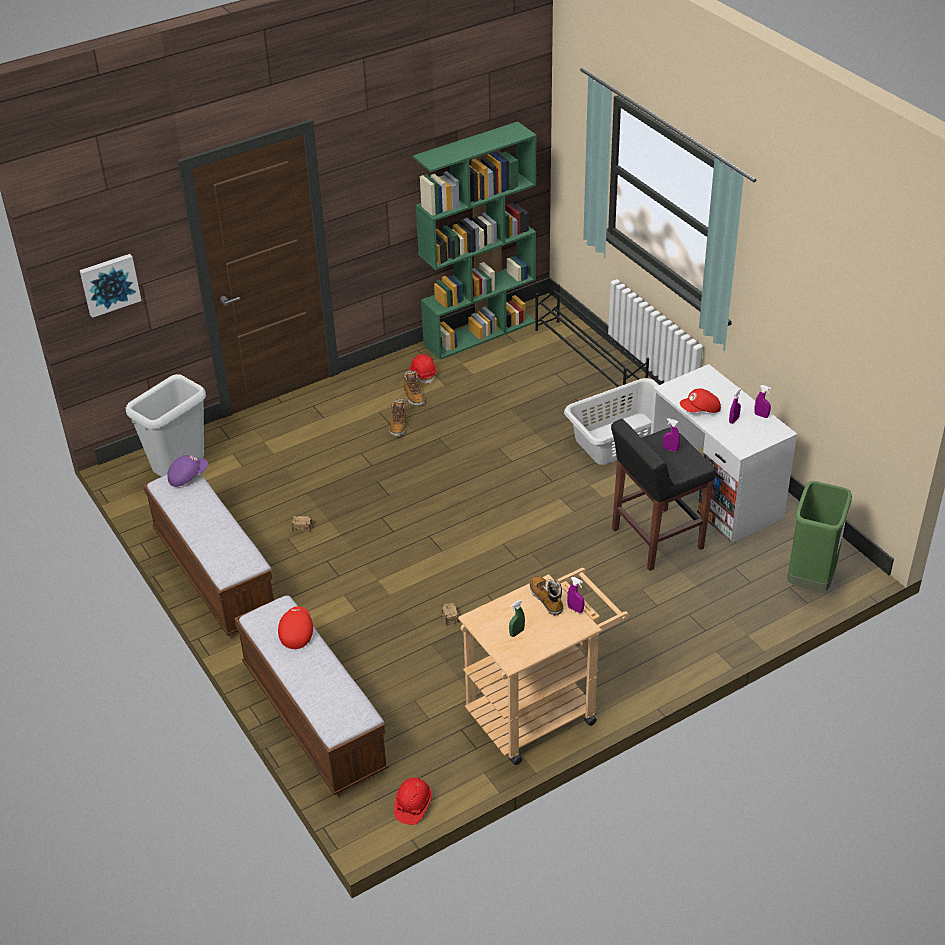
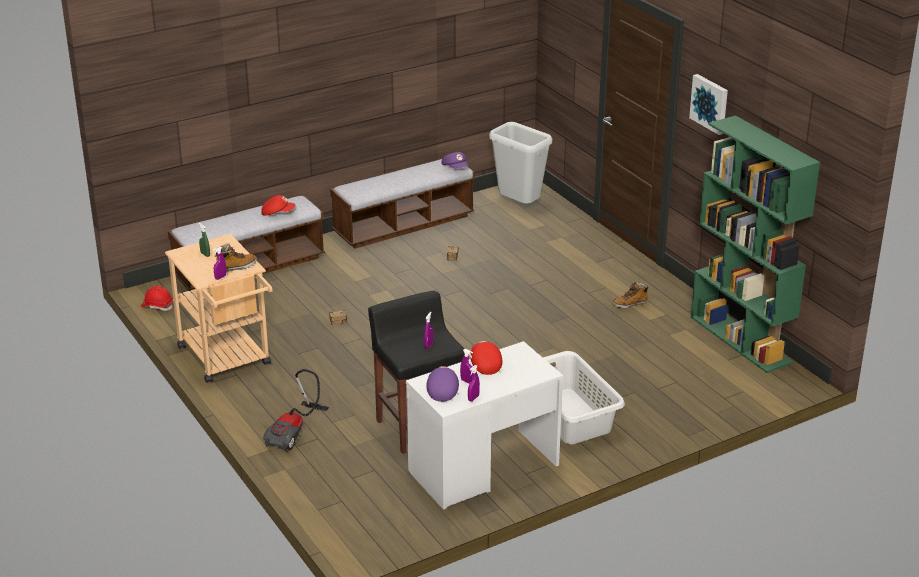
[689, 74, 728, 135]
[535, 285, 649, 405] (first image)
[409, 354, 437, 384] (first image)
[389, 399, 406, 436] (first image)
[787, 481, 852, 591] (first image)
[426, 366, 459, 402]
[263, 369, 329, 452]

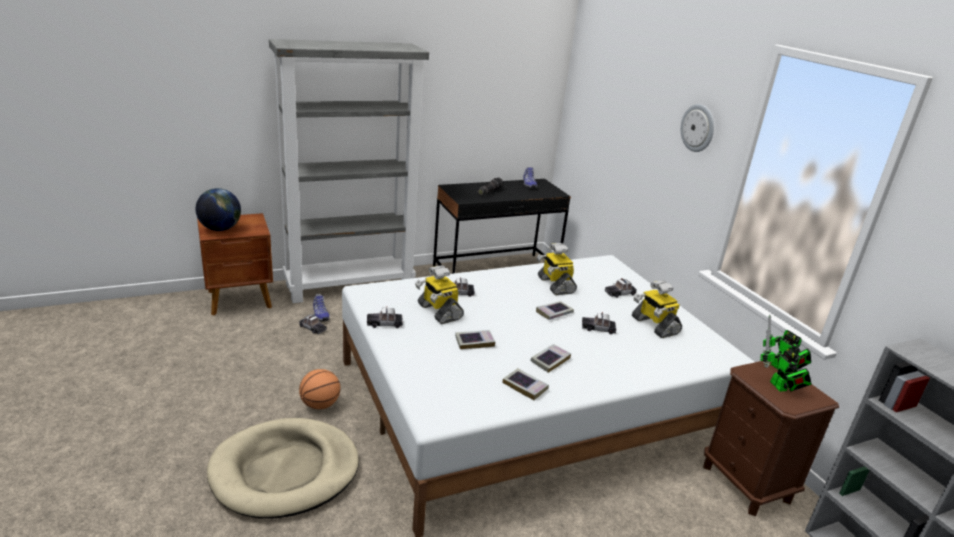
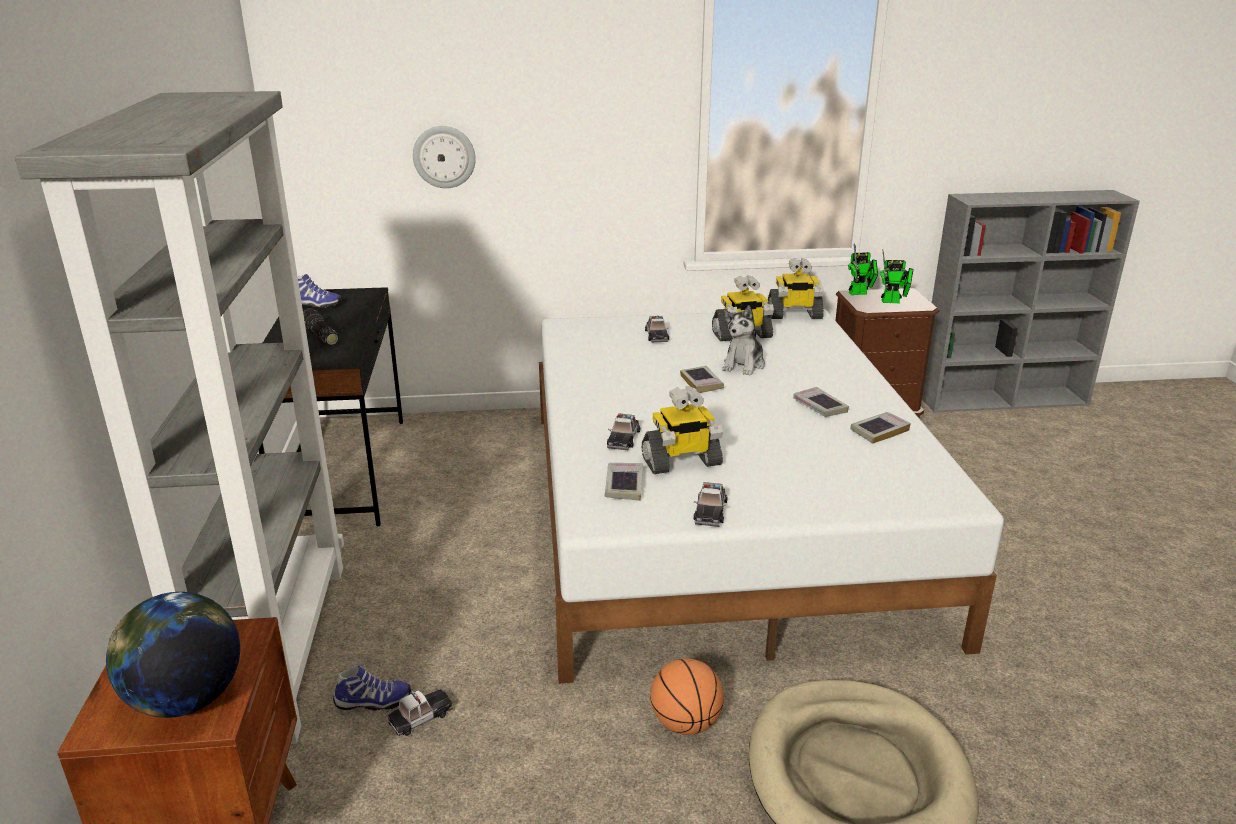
[413, 126, 476, 188]
[768, 258, 824, 319]
[722, 305, 765, 376]
[605, 463, 643, 501]

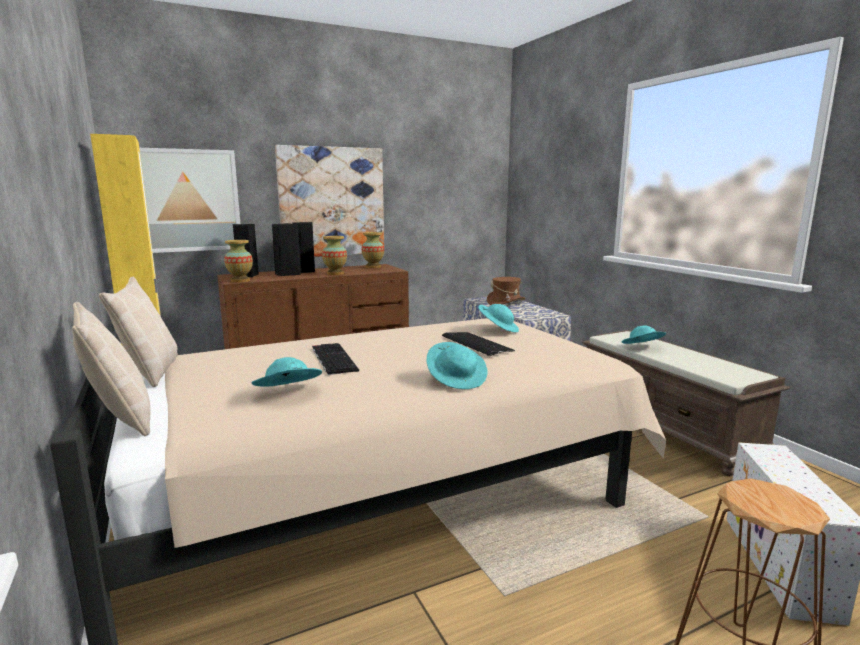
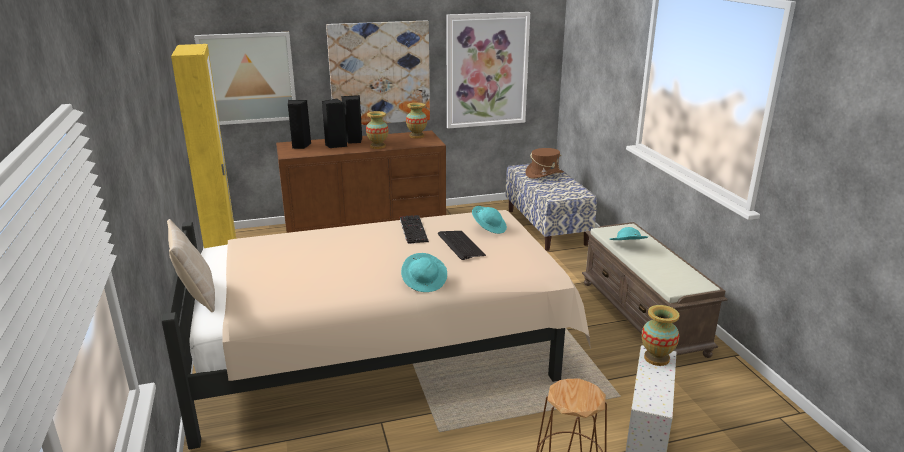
[642, 305, 680, 366]
[99, 277, 178, 387] (first image)
[400, 215, 429, 244]
[251, 357, 322, 387] (first image)
[446, 12, 530, 129]

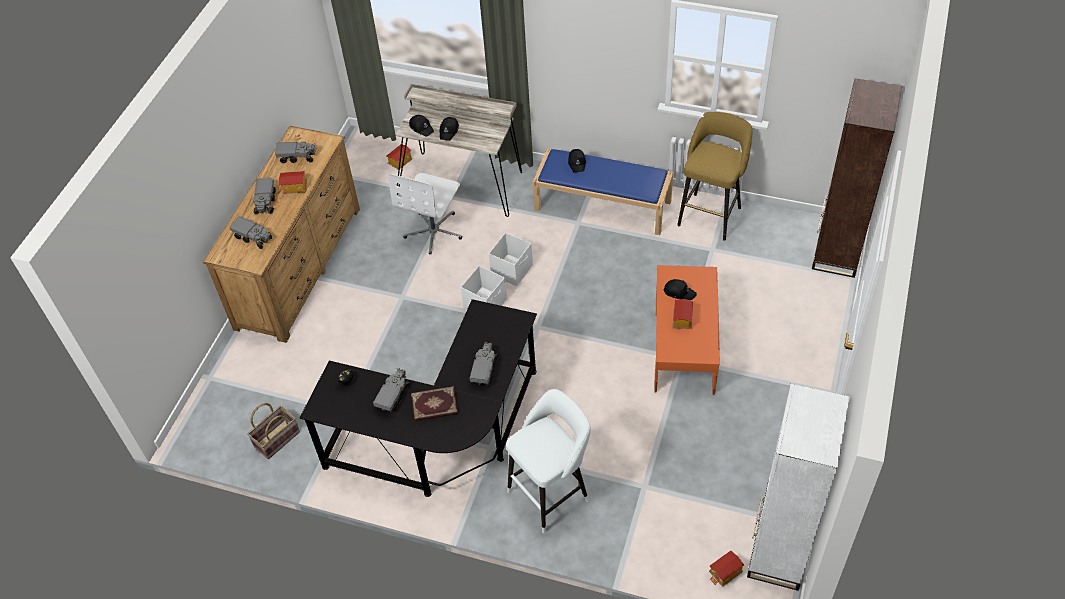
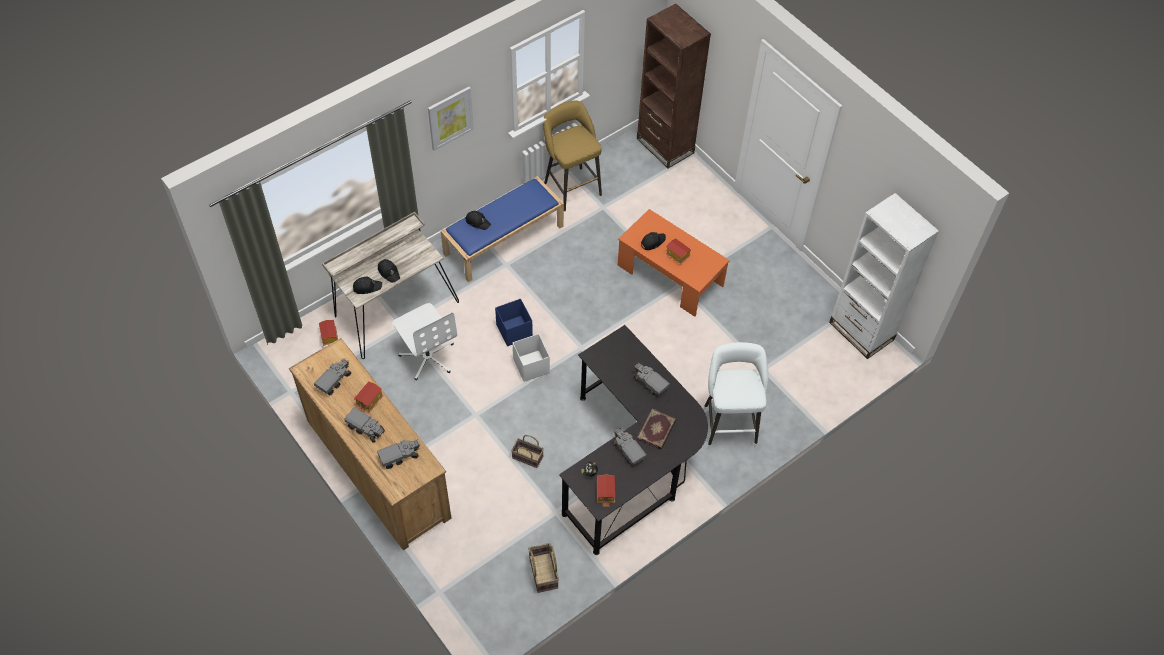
[495, 298, 533, 346]
[597, 474, 615, 507]
[428, 87, 474, 151]
[511, 435, 544, 468]

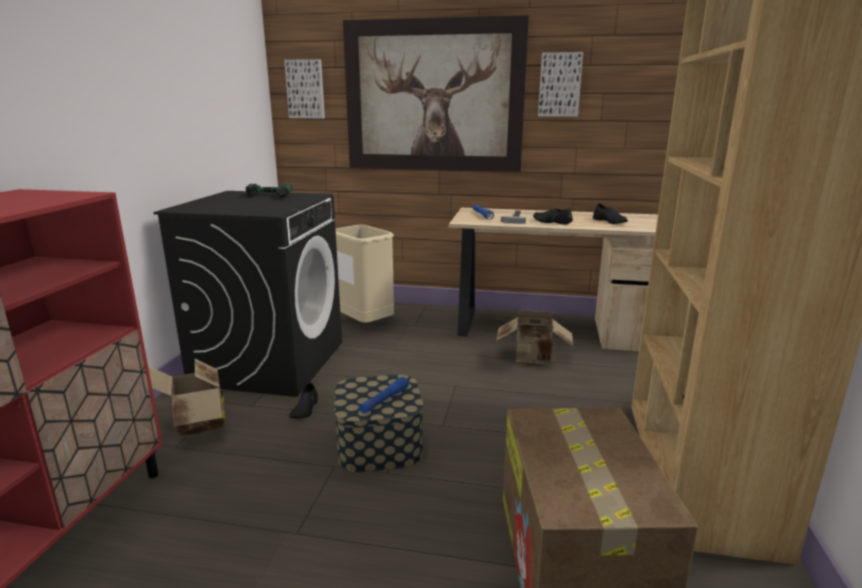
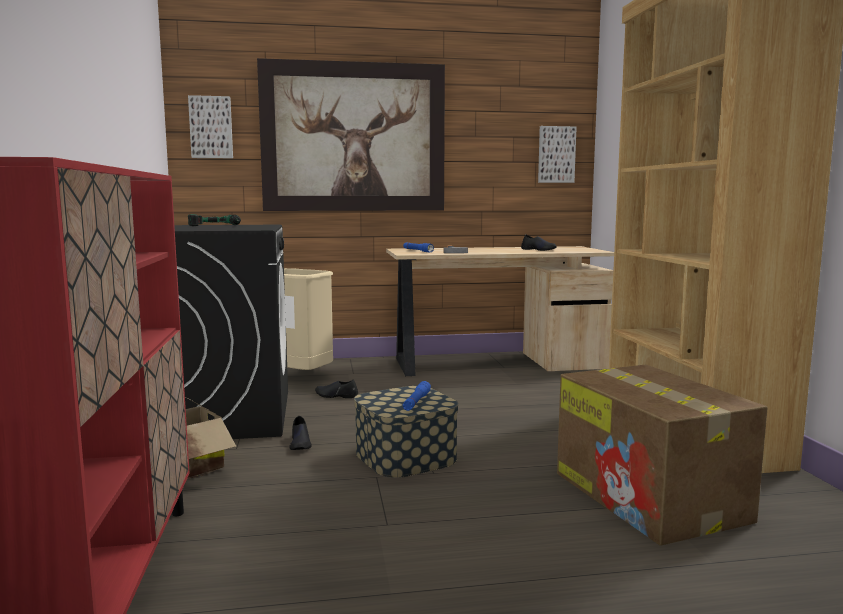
[538, 126, 577, 183]
[315, 379, 358, 398]
[496, 310, 574, 365] (first image)

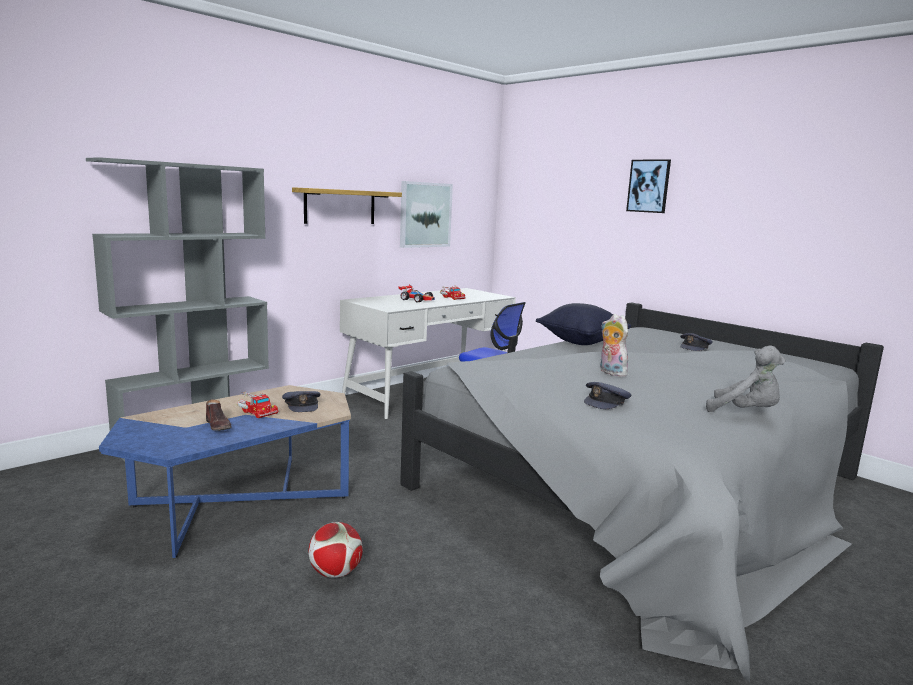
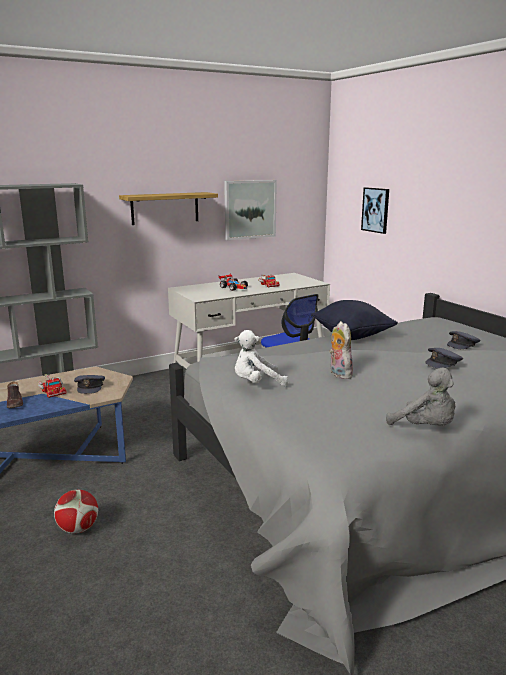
[361, 187, 389, 234]
[425, 348, 463, 368]
[234, 330, 288, 387]

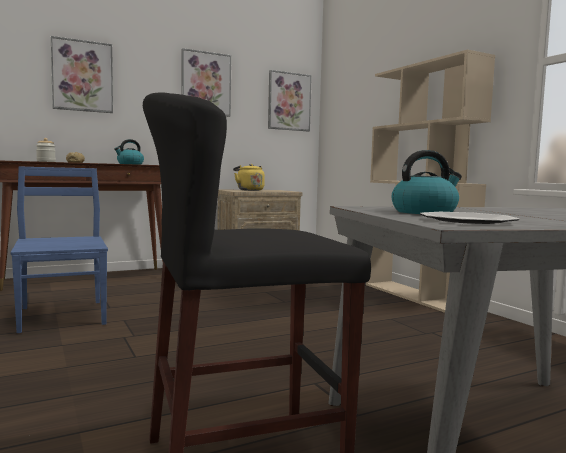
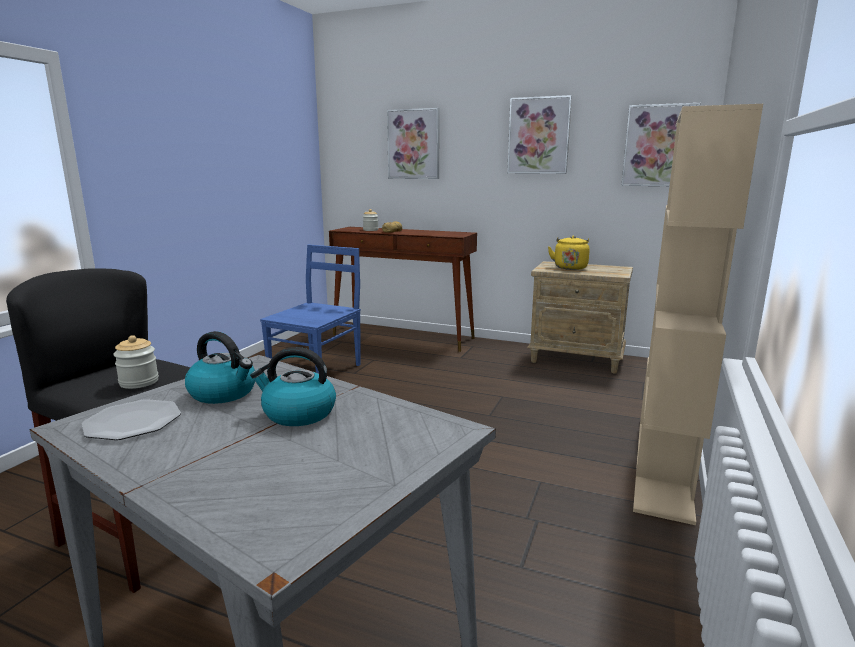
[250, 347, 336, 426]
[113, 335, 159, 389]

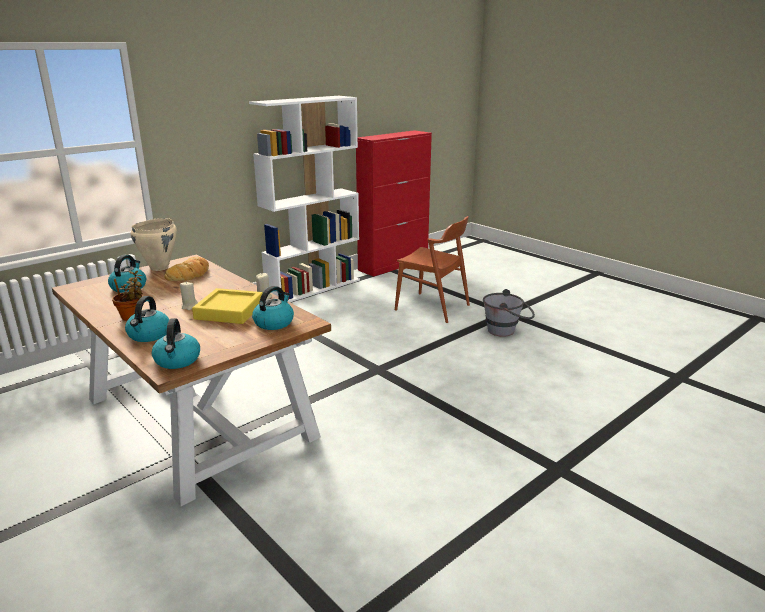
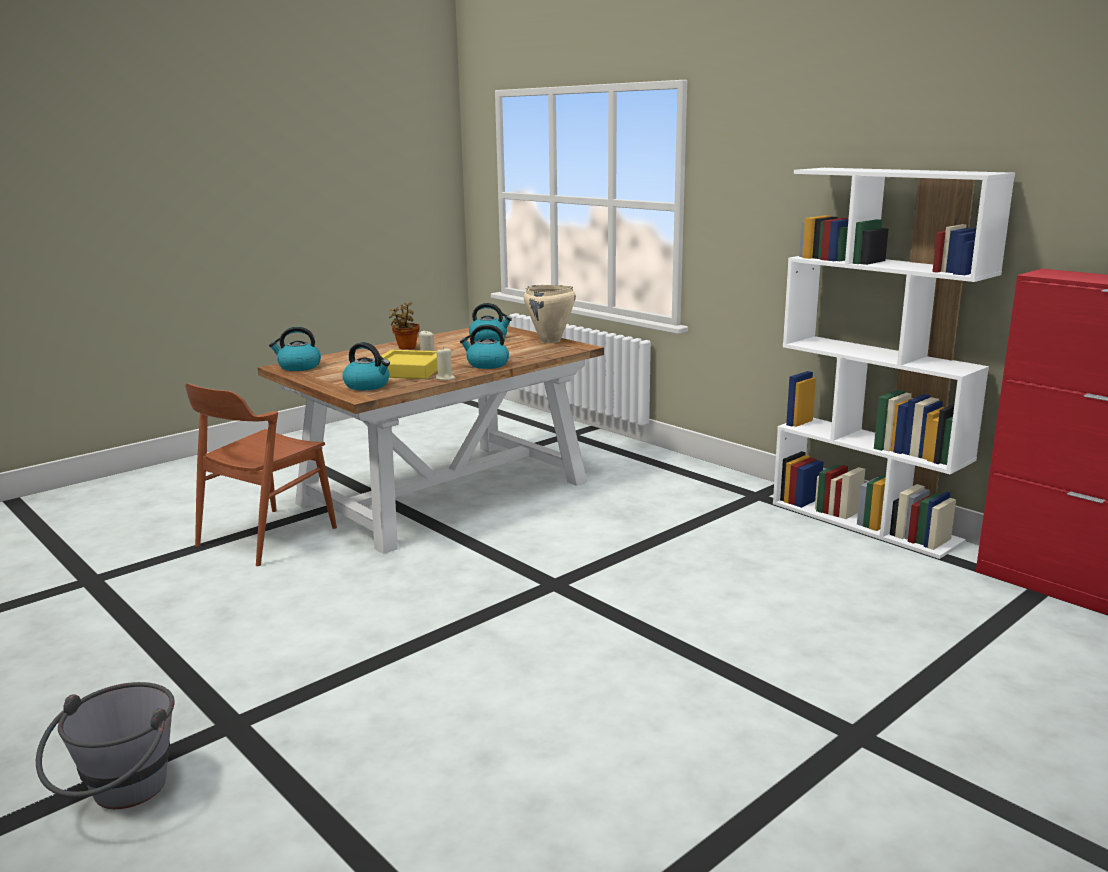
[185, 383, 337, 566]
[165, 256, 209, 281] (first image)
[36, 682, 175, 809]
[460, 324, 509, 369]

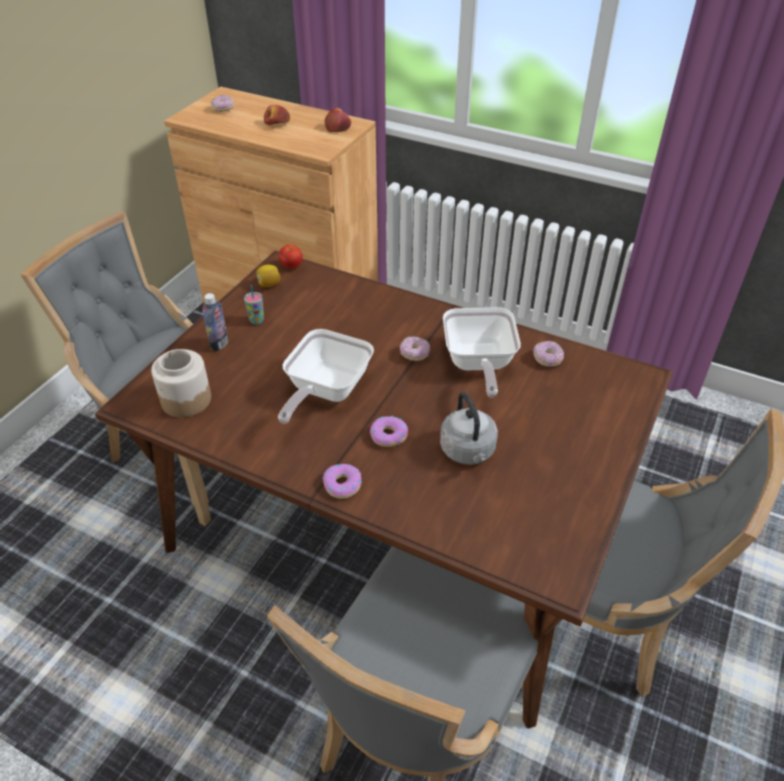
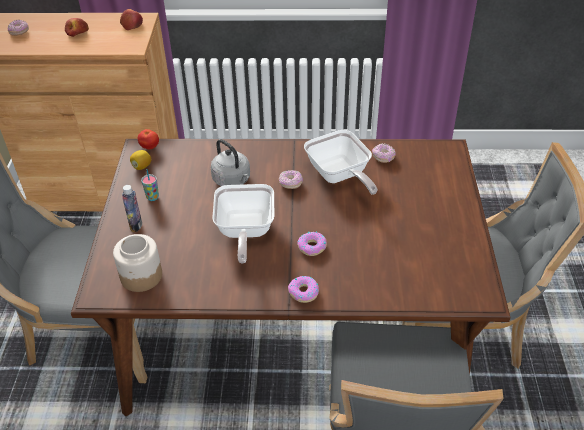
[211, 139, 250, 186]

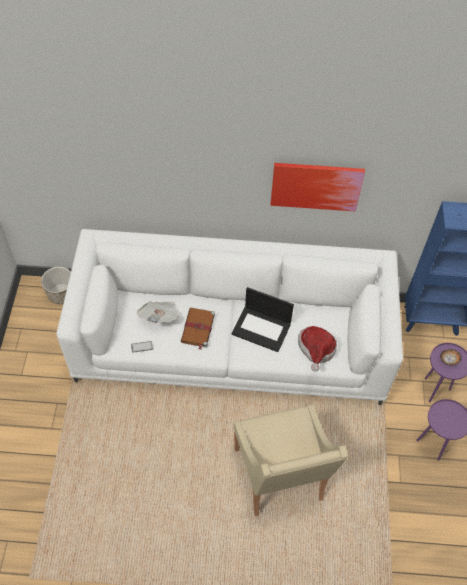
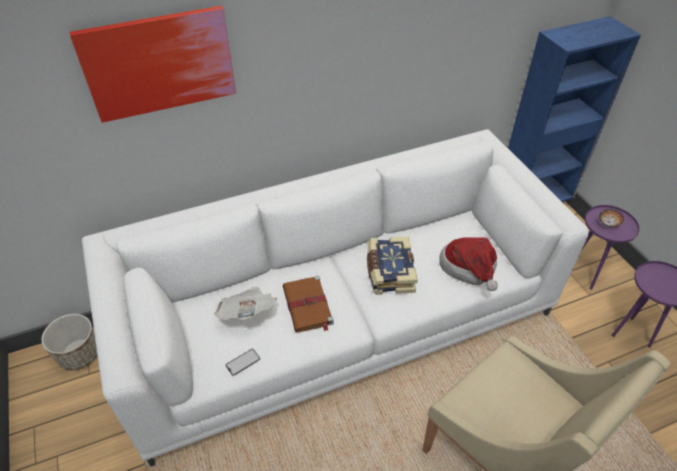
[69, 6, 236, 123]
[367, 237, 418, 295]

